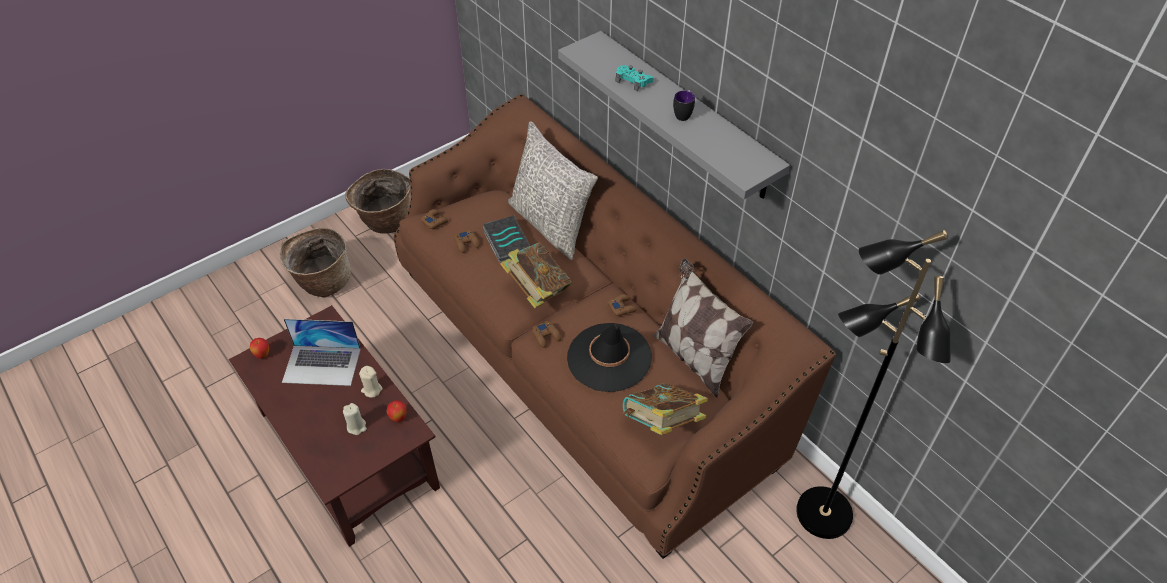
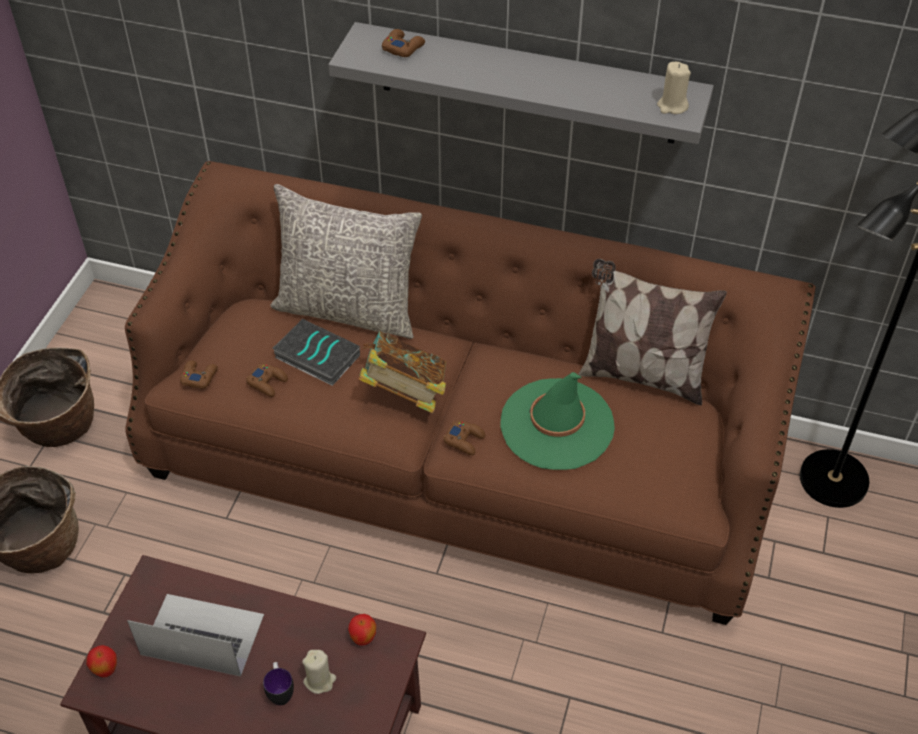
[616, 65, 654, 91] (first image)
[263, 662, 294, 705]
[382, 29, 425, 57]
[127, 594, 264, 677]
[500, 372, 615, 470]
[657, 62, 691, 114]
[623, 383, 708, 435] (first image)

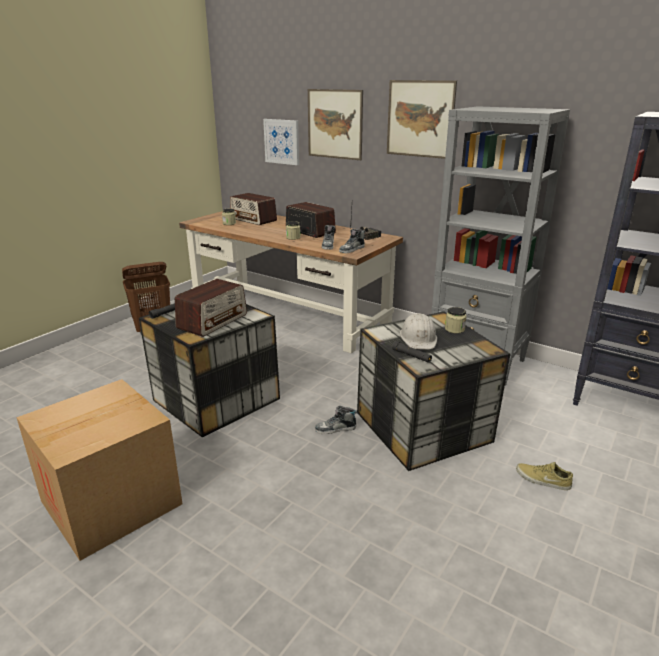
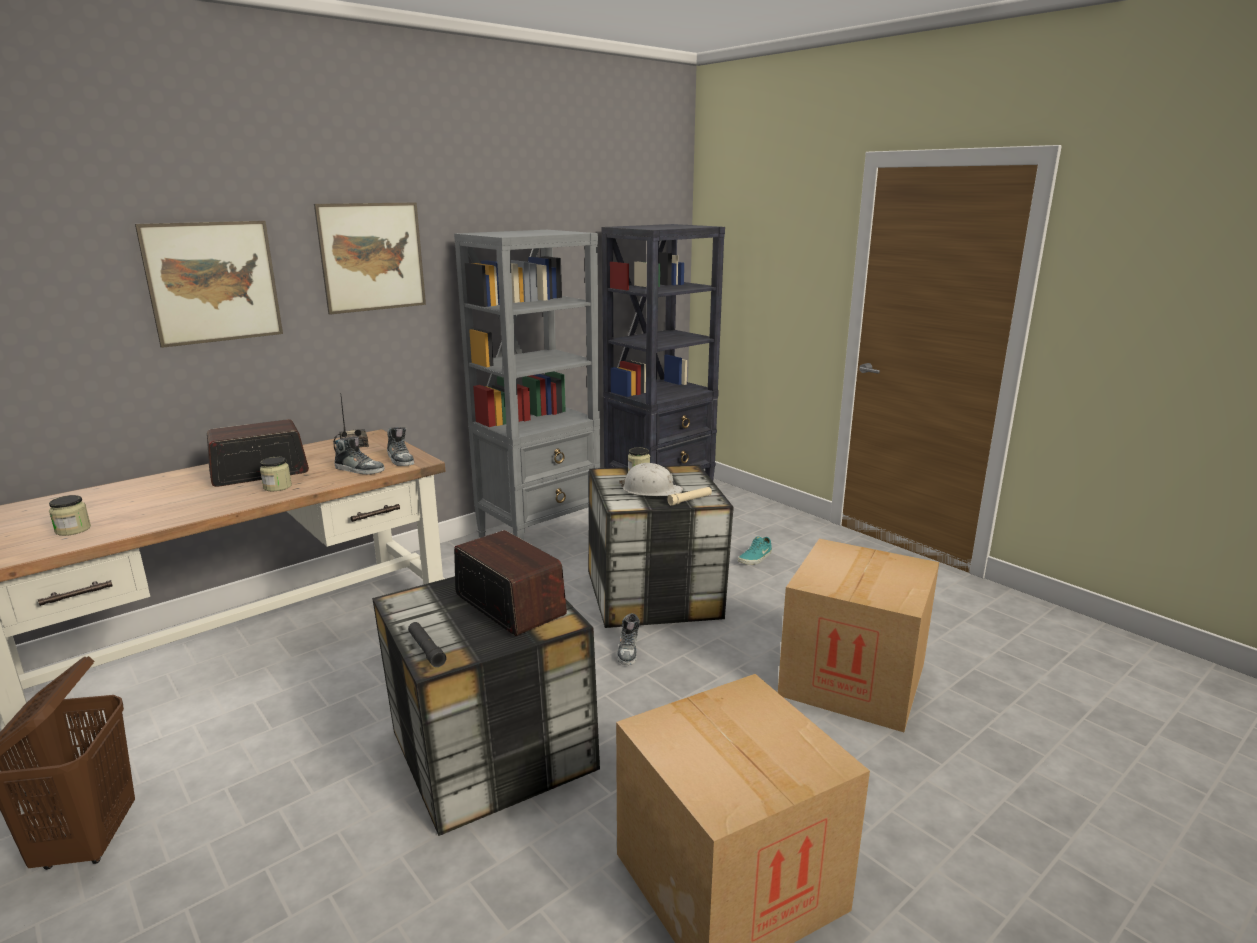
[263, 119, 299, 165] (first image)
[230, 193, 277, 225] (first image)
[667, 487, 712, 506]
[738, 536, 772, 565]
[778, 539, 939, 732]

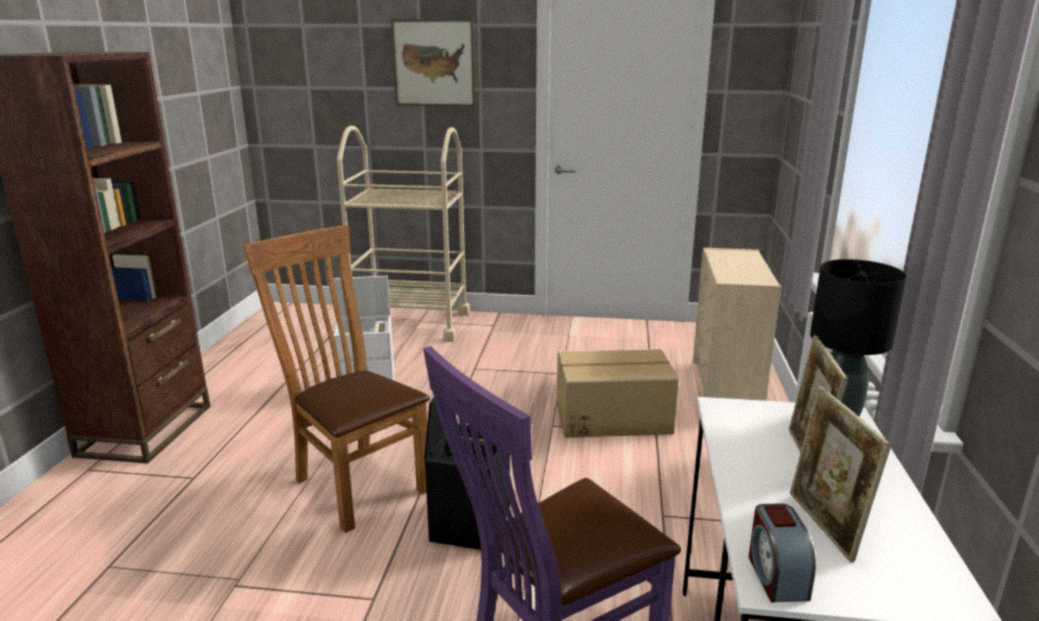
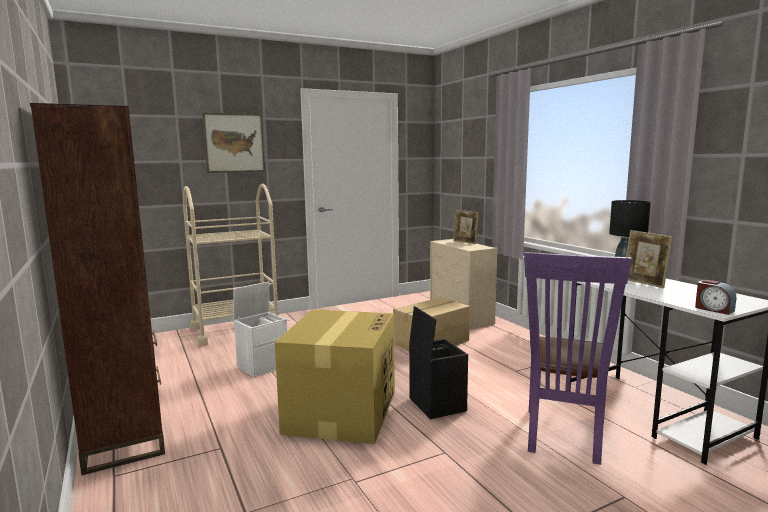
[275, 309, 395, 444]
[453, 210, 479, 244]

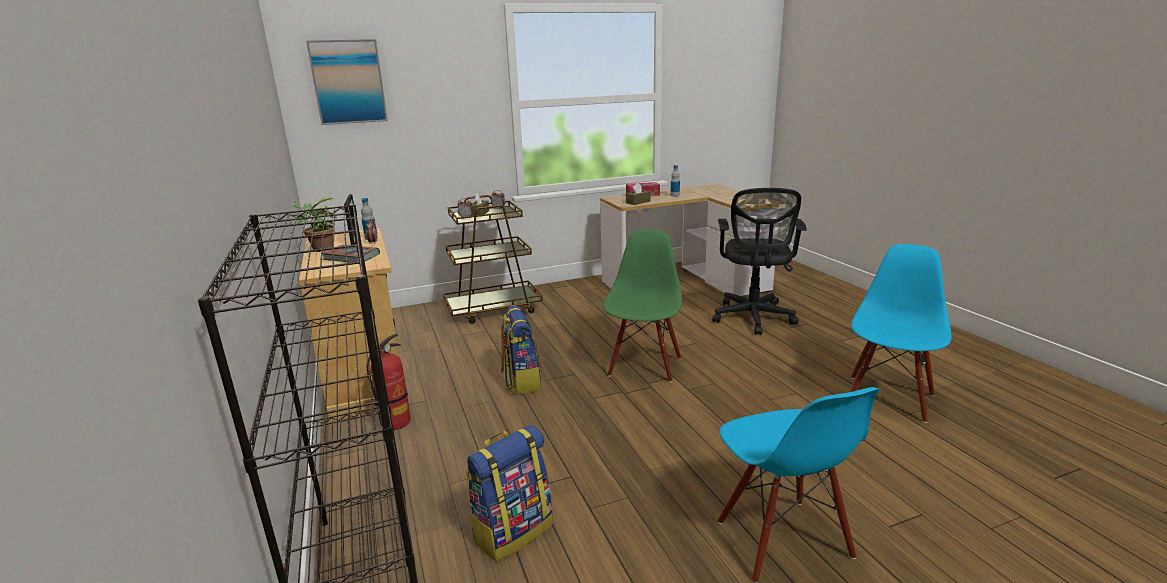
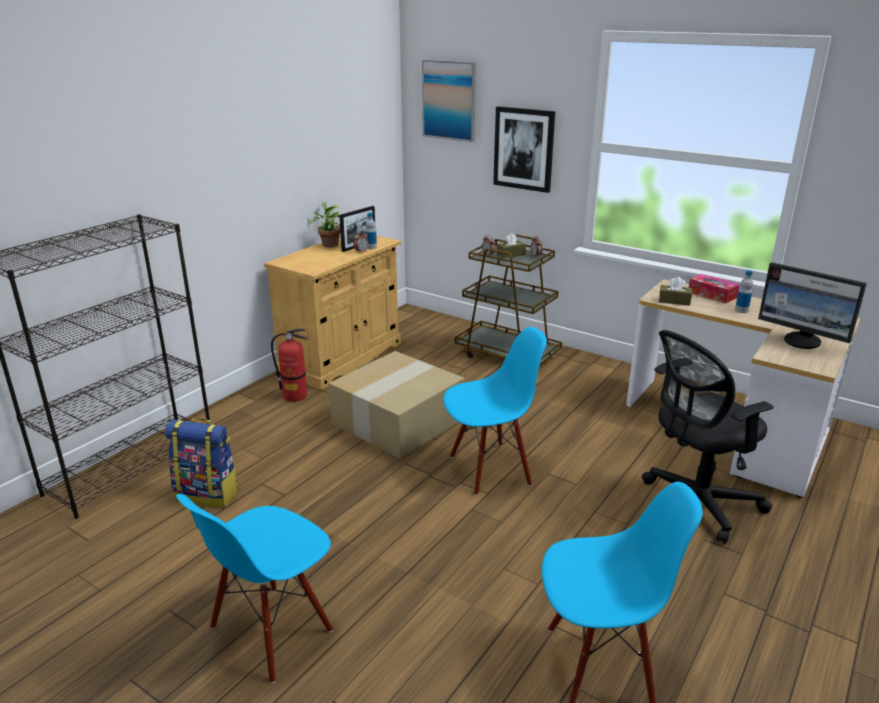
[443, 327, 547, 495]
[322, 245, 380, 262] (first image)
[328, 351, 465, 458]
[493, 106, 555, 193]
[758, 262, 867, 349]

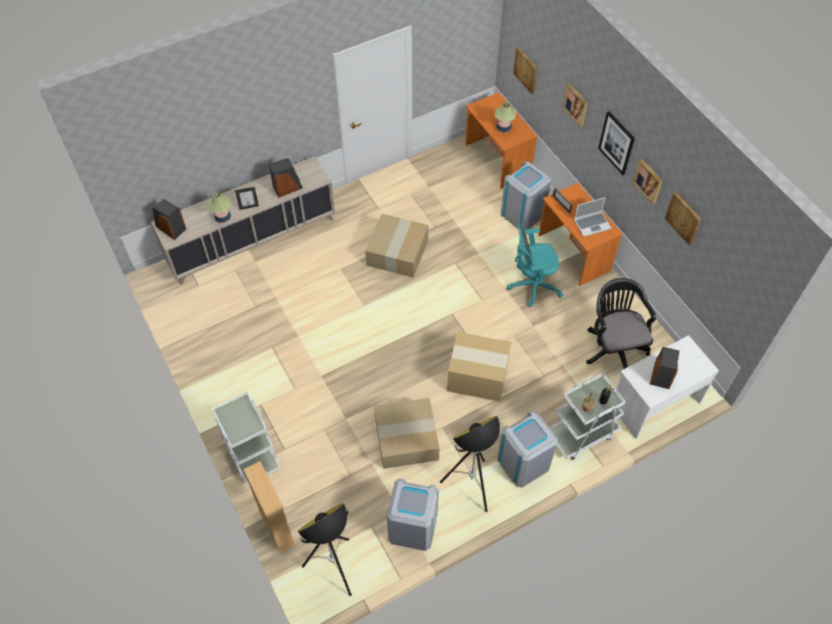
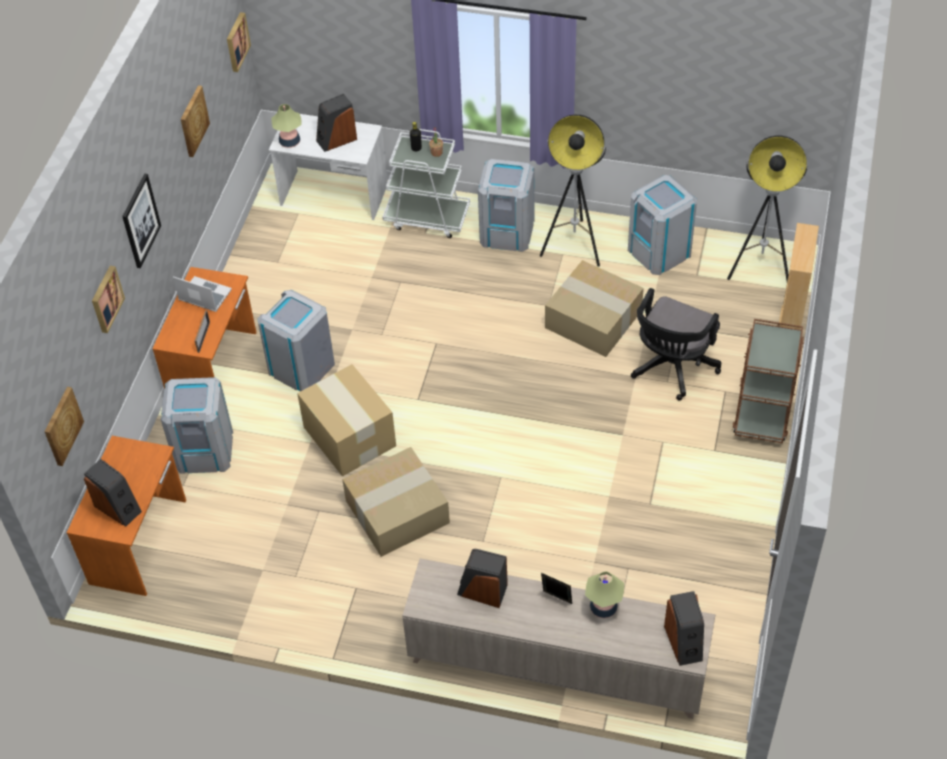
[272, 104, 302, 148]
[227, 12, 251, 72]
[257, 290, 335, 392]
[631, 288, 721, 401]
[297, 364, 396, 477]
[732, 319, 804, 444]
[84, 459, 142, 527]

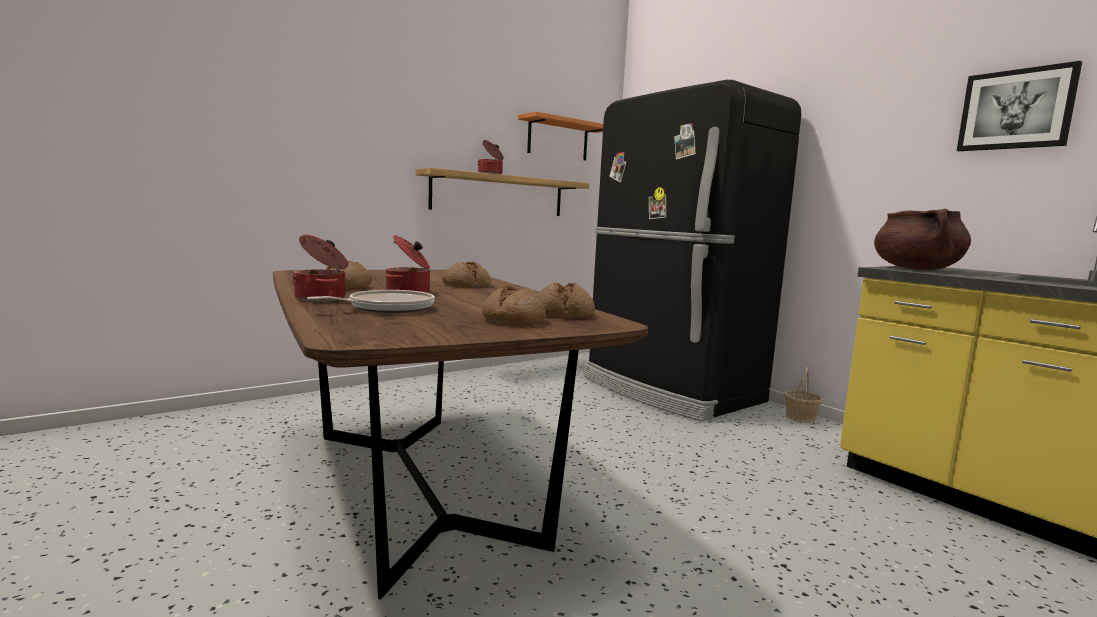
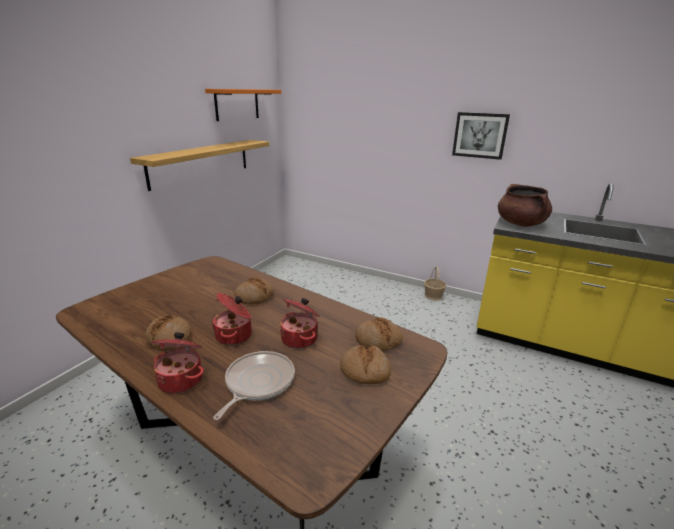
[452, 112, 510, 160]
[583, 80, 801, 421] (first image)
[280, 298, 320, 349]

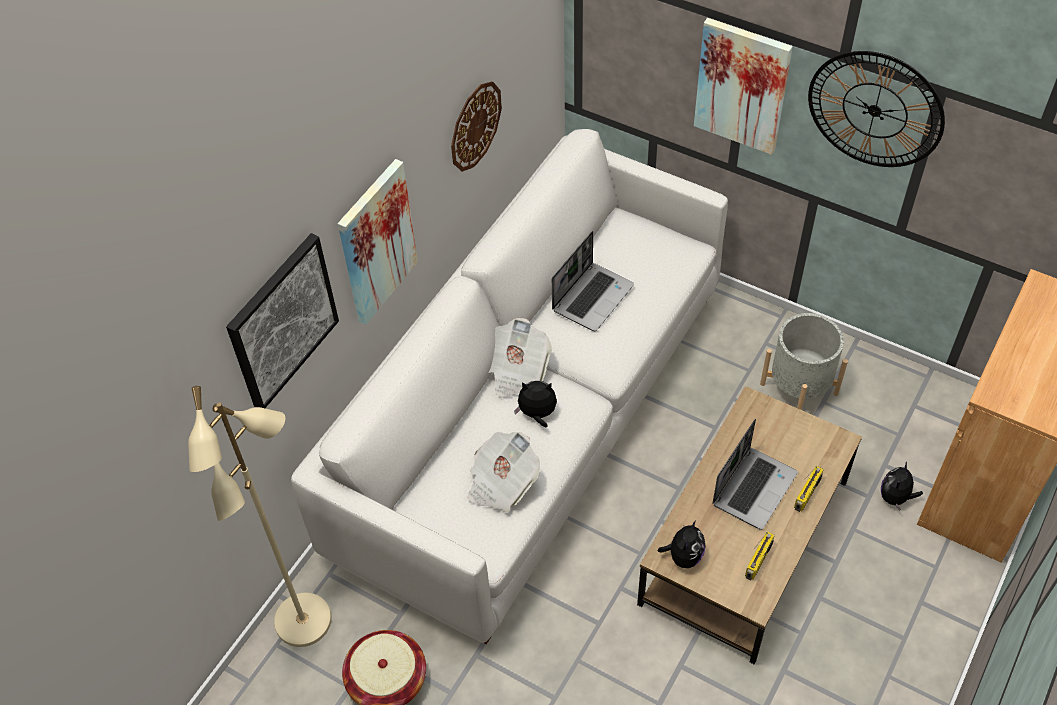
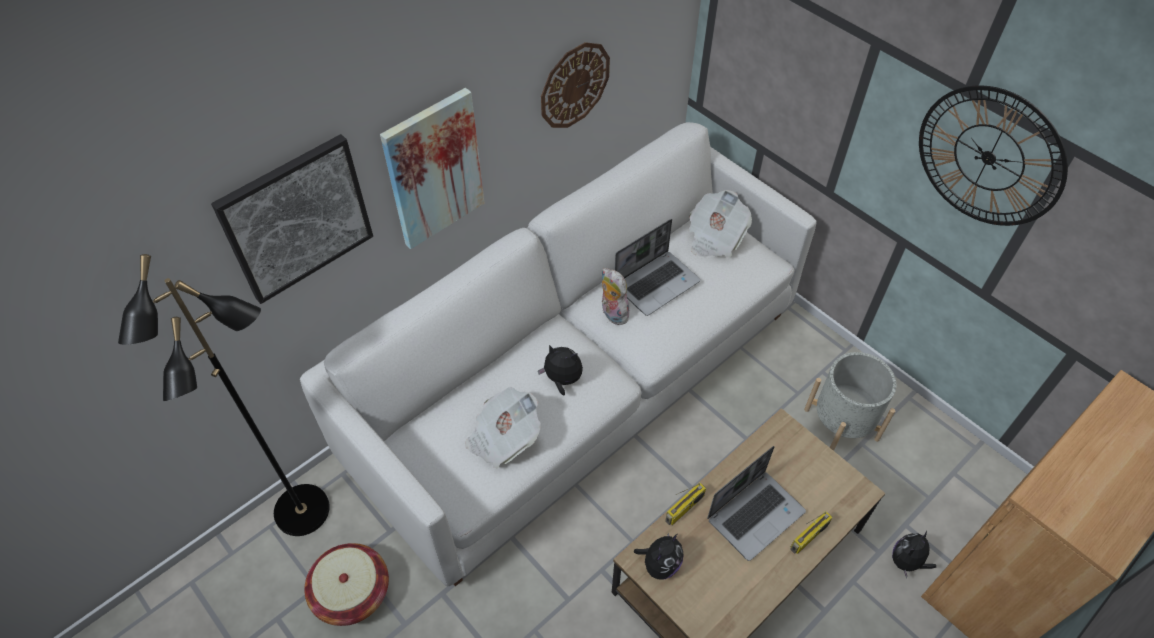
[694, 18, 793, 155] (first image)
[688, 190, 752, 257]
[118, 254, 330, 536]
[665, 482, 706, 525]
[602, 268, 629, 325]

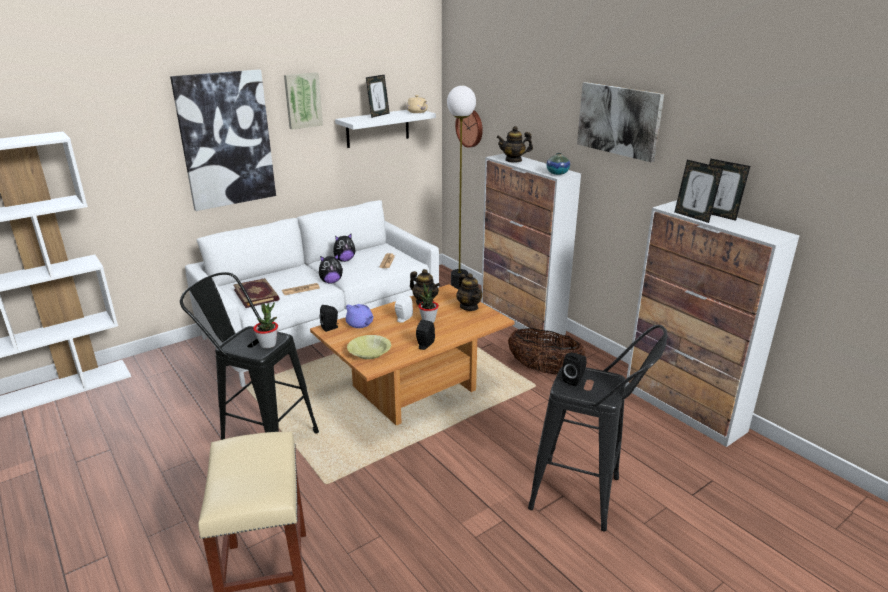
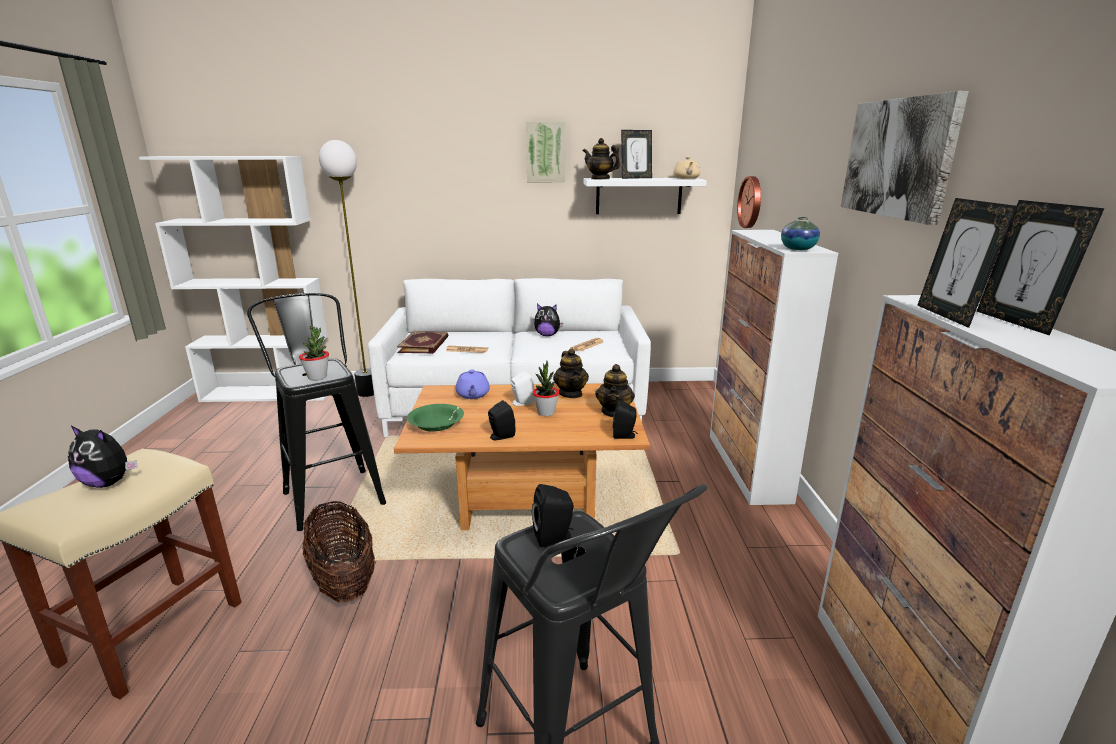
[170, 70, 276, 211] (first image)
[319, 140, 374, 397]
[583, 138, 620, 180]
[68, 426, 138, 488]
[613, 400, 638, 439]
[302, 501, 375, 603]
[407, 404, 464, 431]

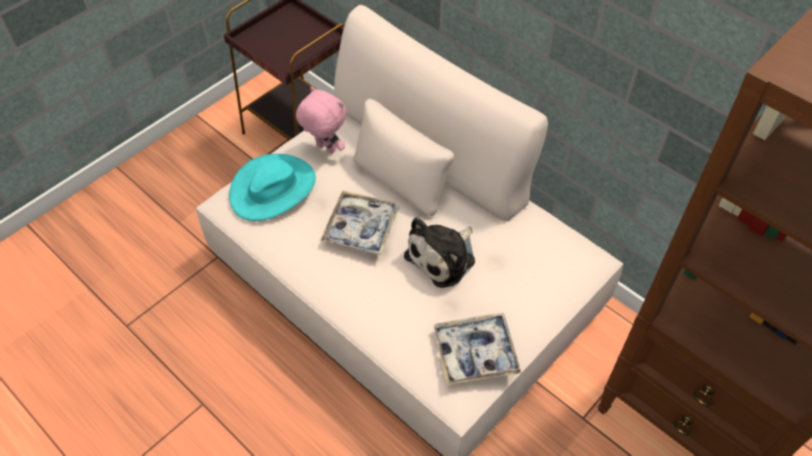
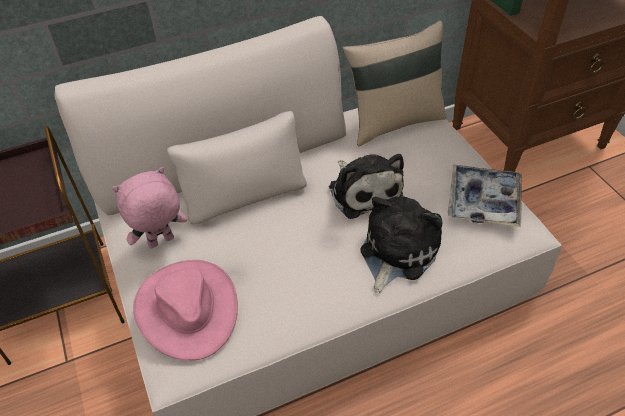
[133, 260, 238, 361]
[321, 191, 399, 255] (first image)
[343, 21, 447, 146]
[360, 196, 443, 293]

